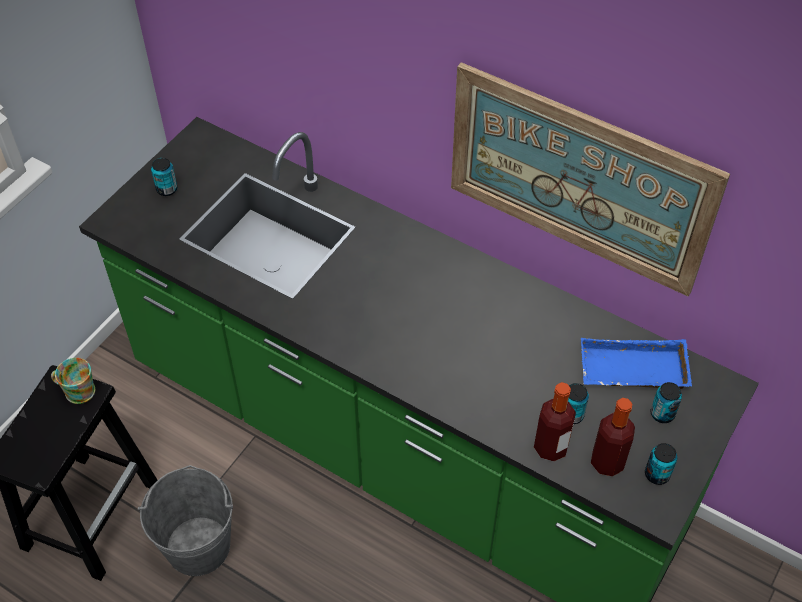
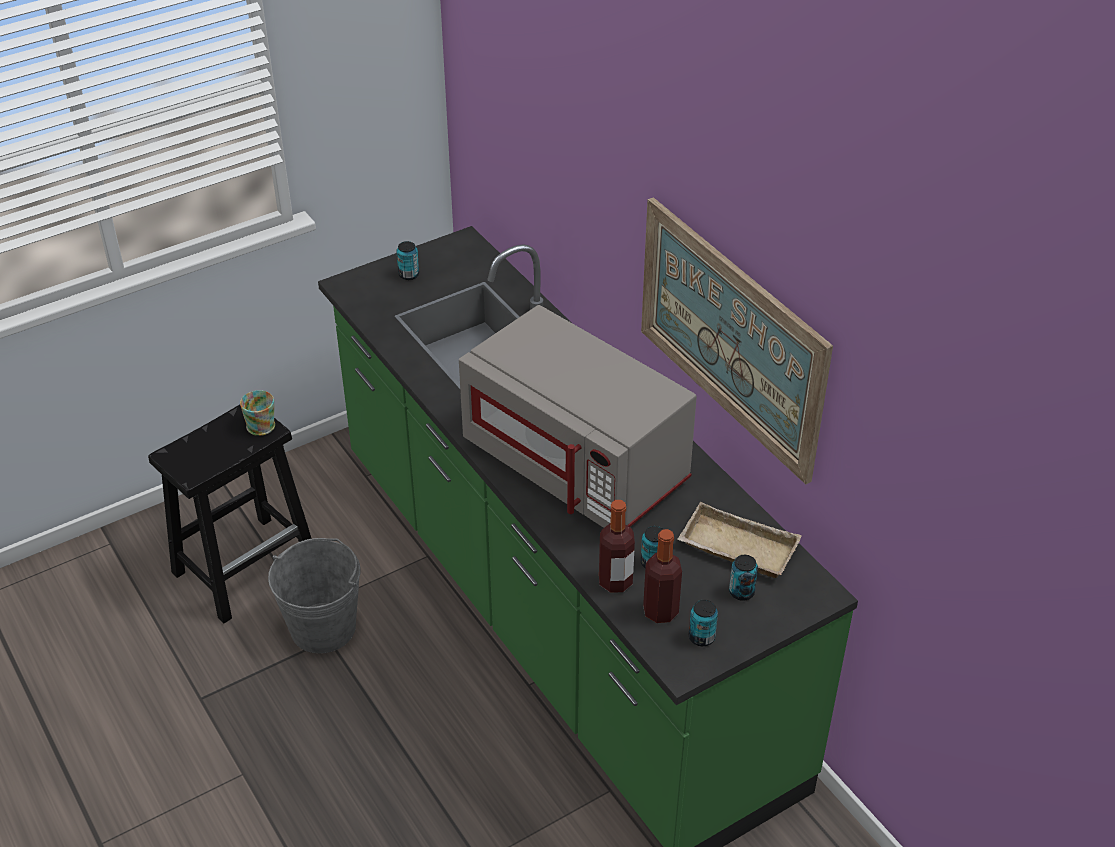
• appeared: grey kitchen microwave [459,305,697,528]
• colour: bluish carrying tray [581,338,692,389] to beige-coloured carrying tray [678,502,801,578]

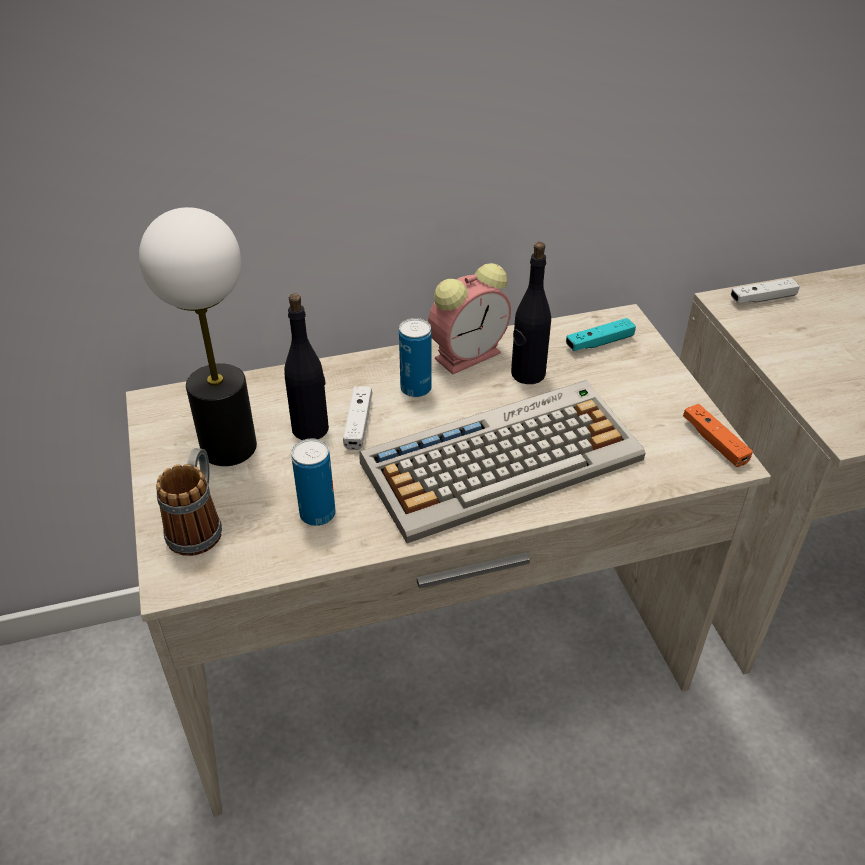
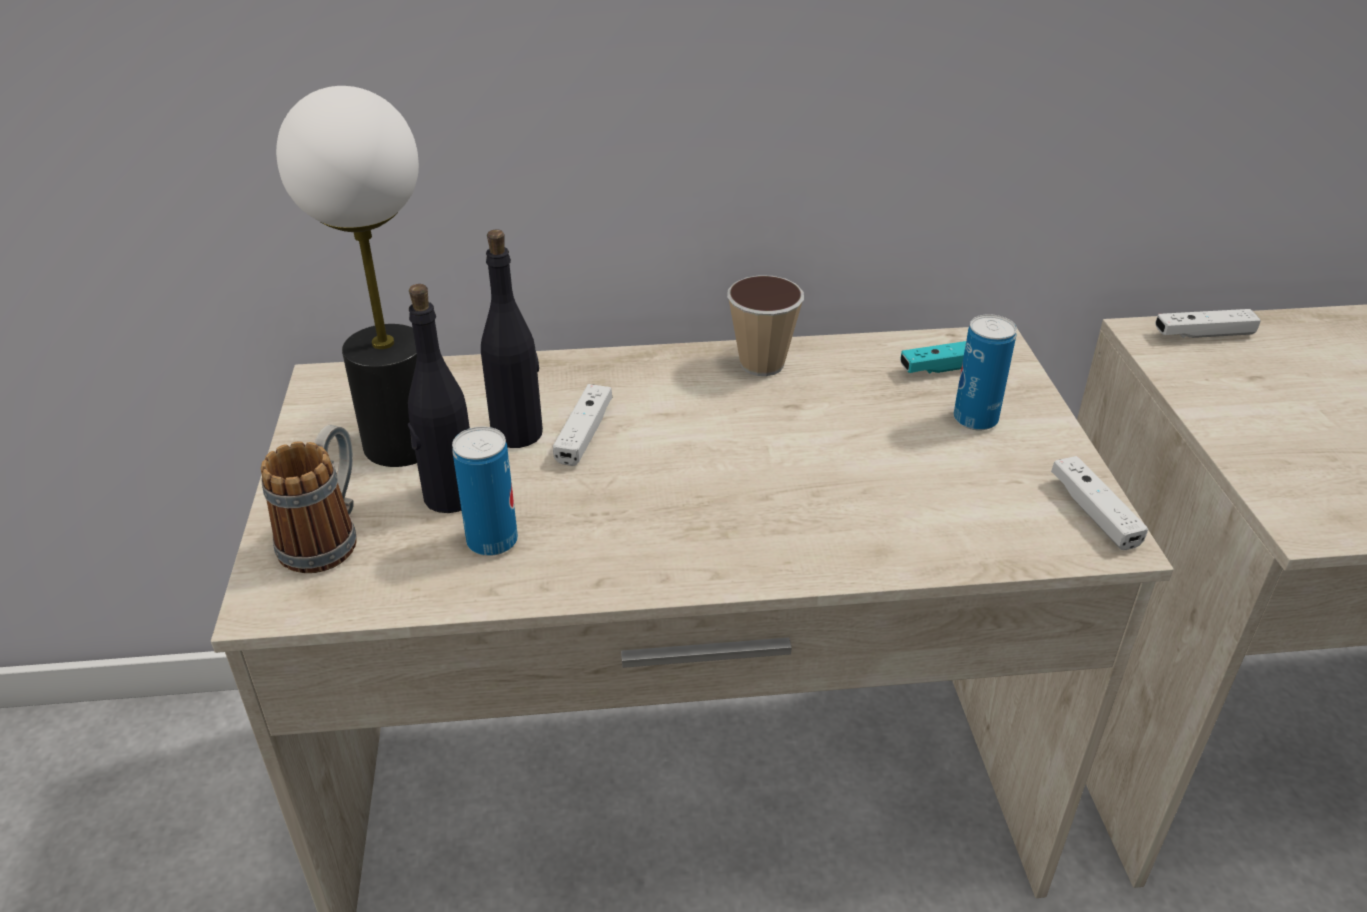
• missing: computer keyboard [359,380,646,543]
• relocated: metal can [399,318,432,397] to [953,314,1017,431]
• relocated: black beverage bottle [511,242,551,384] to [408,284,470,513]
• exchanged: table clock [428,263,511,375] to small cup [727,275,804,376]
• colour: orange game controller [683,404,753,467] to white game controller [1051,456,1148,550]

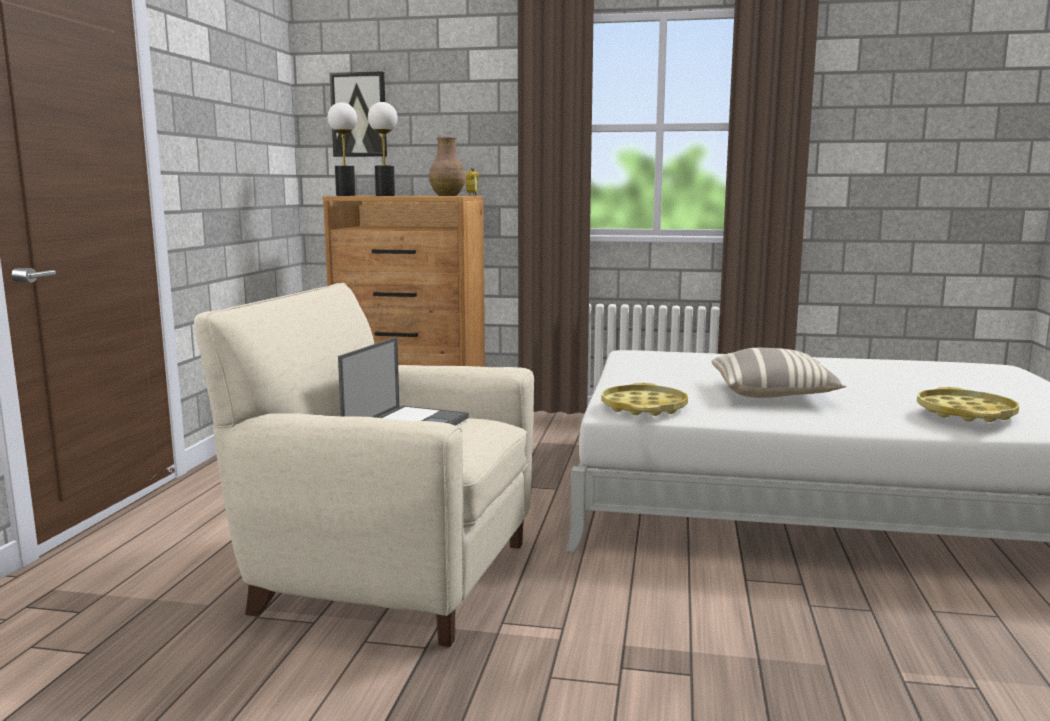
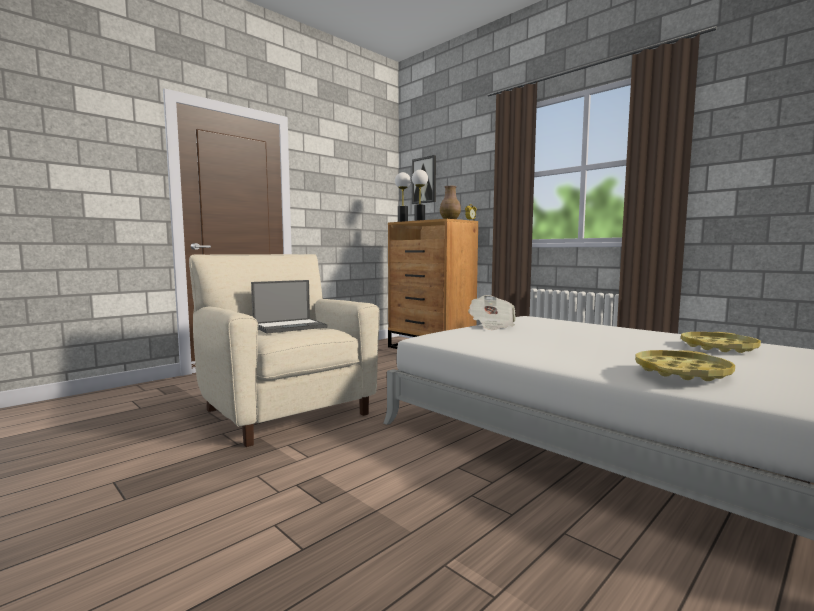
• missing: cushion [711,348,846,398]
• appeared: printed paper [468,295,516,330]
• relocated: yellowish carrying tray [601,383,688,416] to [681,332,761,353]

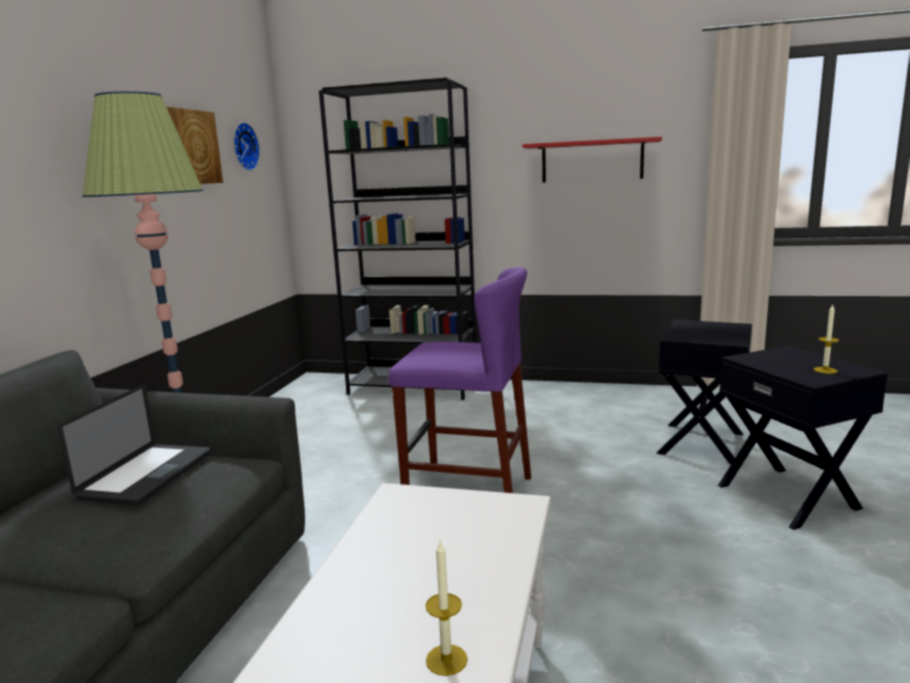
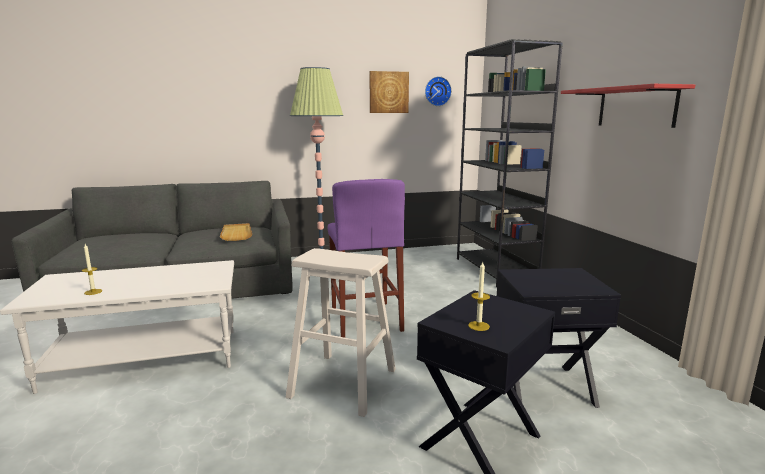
• appeared: beige-coloured sitting stool [285,248,396,417]
• exchanged: notebook computer [58,385,211,505] to beige-coloured carrying tray [220,223,252,241]

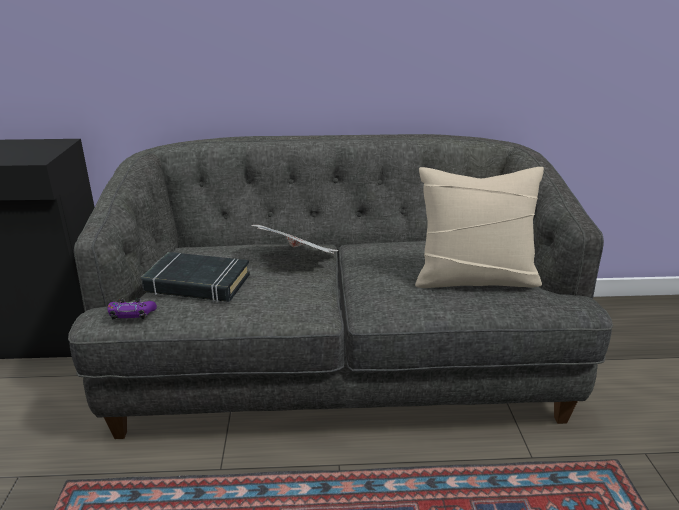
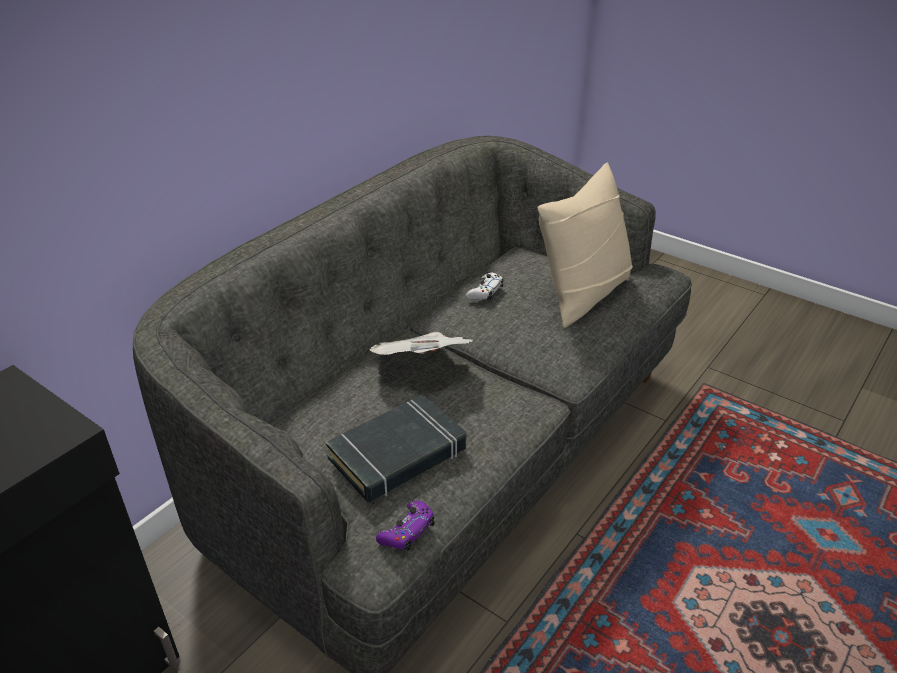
• appeared: white game controller [466,273,504,300]

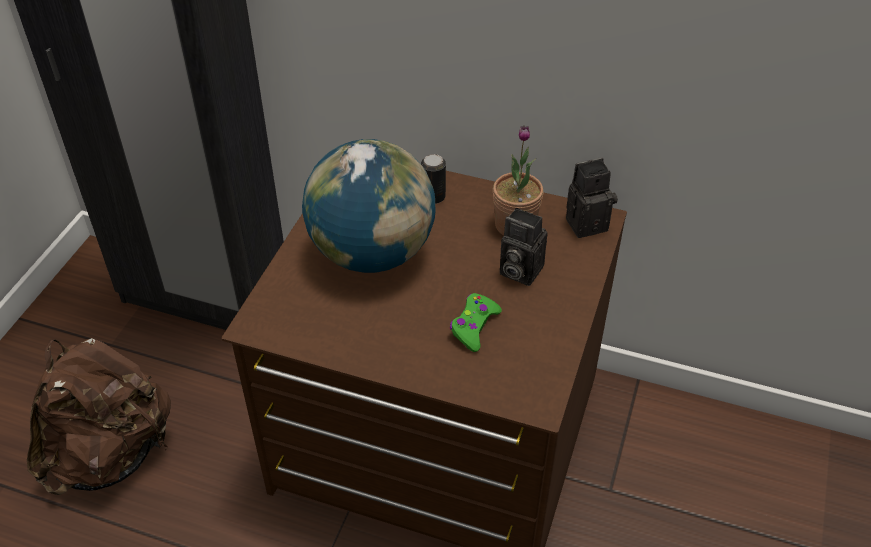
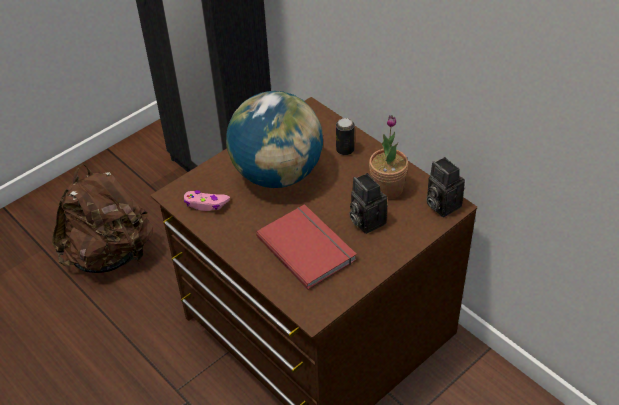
• appeared: pinkish game controller [184,190,230,211]
• exchanged: greenish game controller [450,293,502,352] to red-coloured bound book [256,204,357,289]
• spun: photo camera [566,157,618,238] = [426,157,465,217] 135 degrees counterclockwise

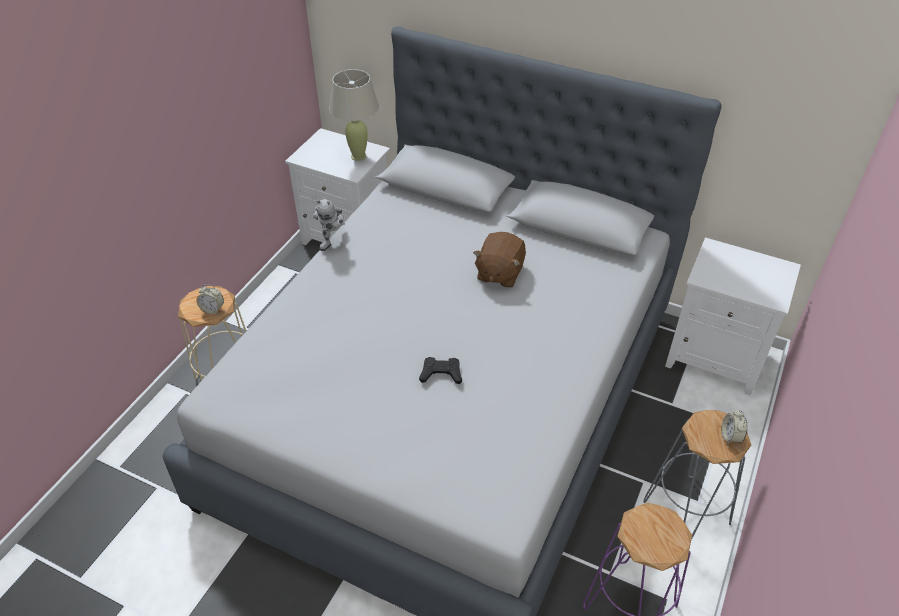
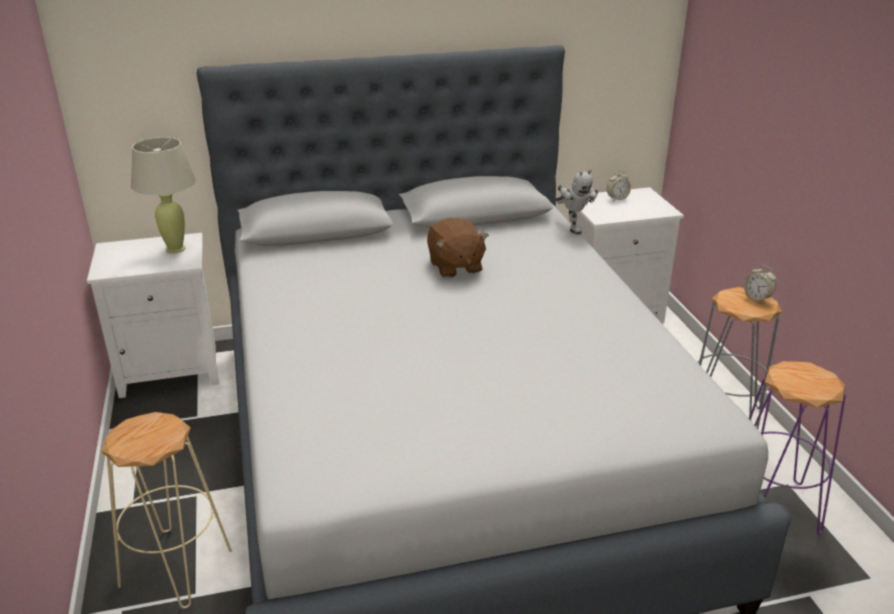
• missing: black game controller [419,357,462,384]
• relocated: table clock [197,284,224,314] to [607,170,631,200]
• relocated: toy robot [313,199,345,251] to [556,169,598,234]

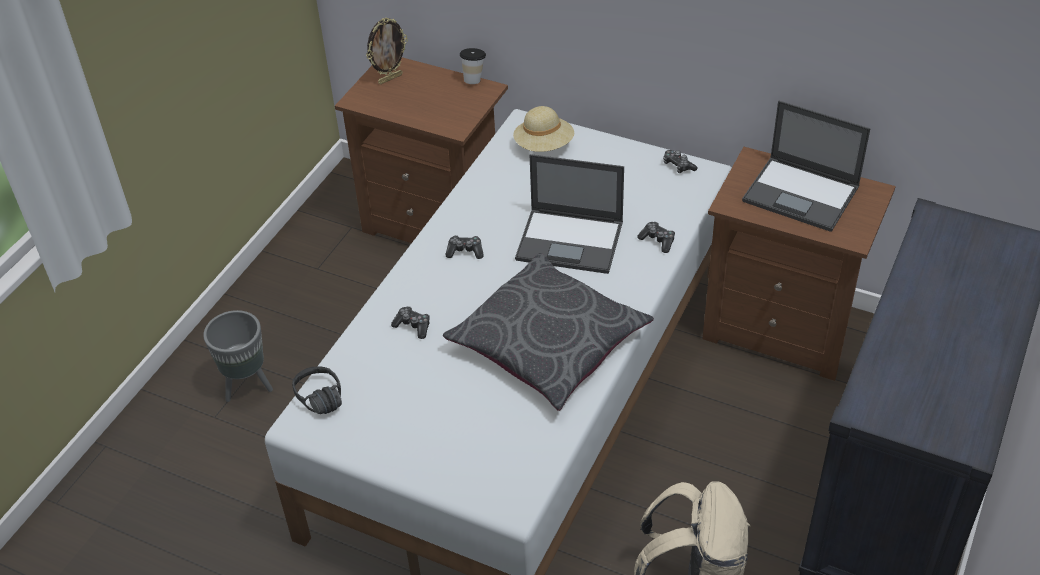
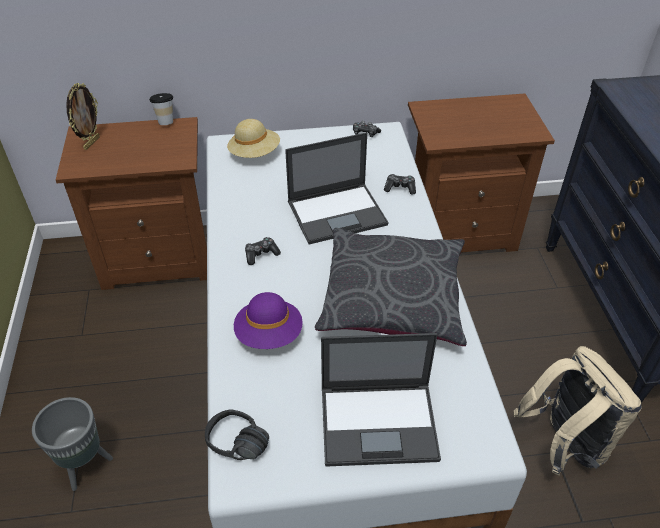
• relocated: notebook computer [742,101,870,232] to [321,333,441,467]
• exchanged: game controller [391,306,430,339] to purple hat [234,292,303,349]

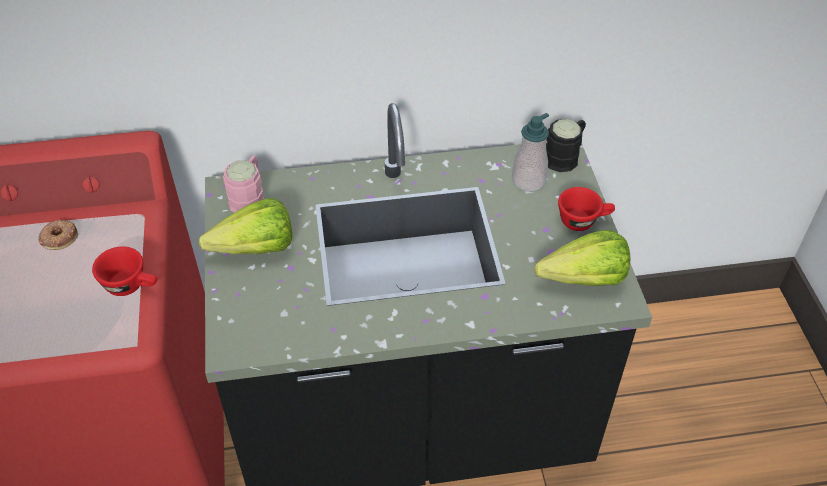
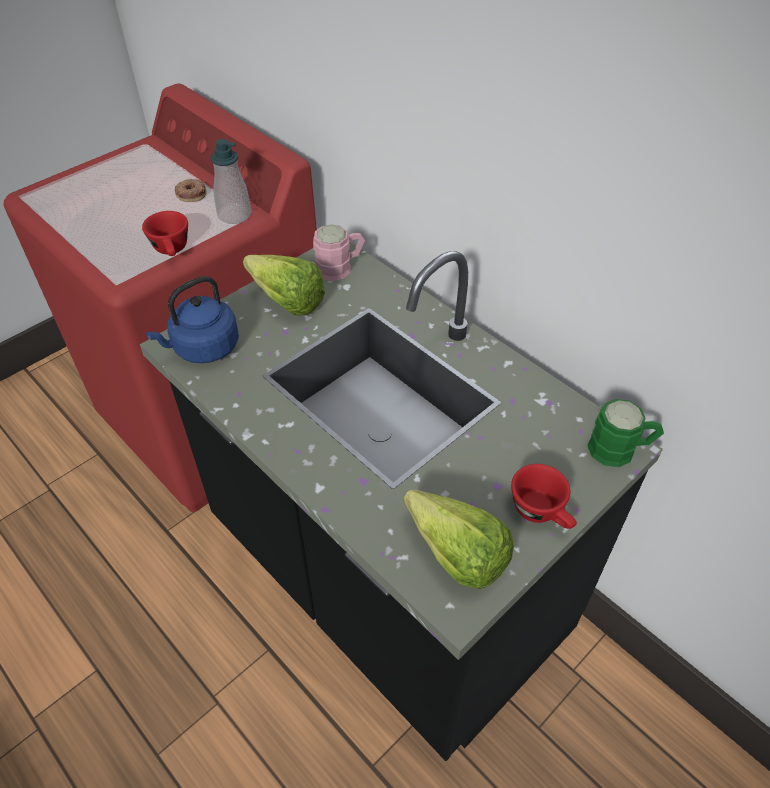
• appeared: bluish tea kettle [146,276,239,363]
• relocated: soap dispenser [512,113,549,191] to [210,139,252,224]
• colour: black tea mug [546,119,586,172] to greenish tea mug [587,399,664,467]

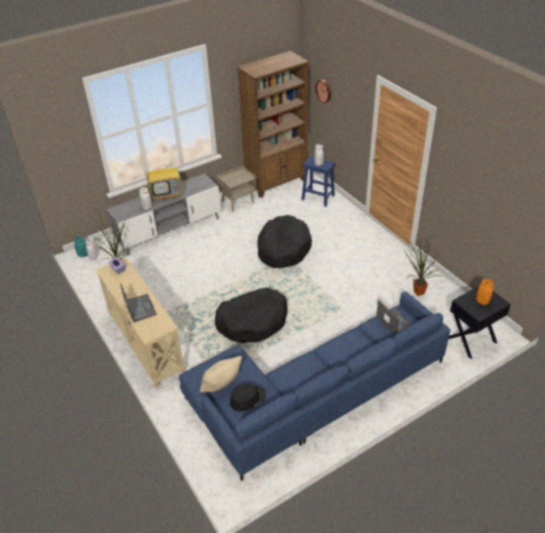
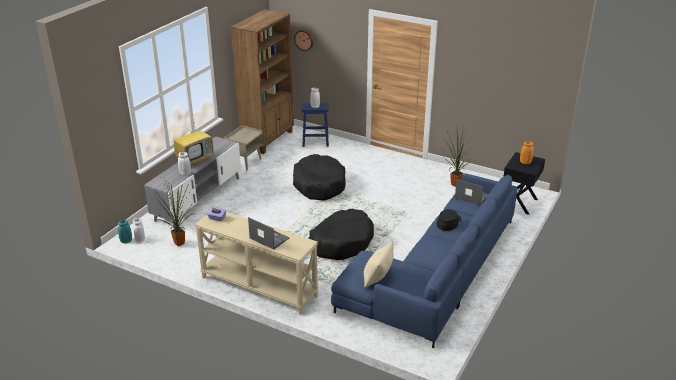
• relocated: black hat [230,383,266,411] to [437,209,461,231]

